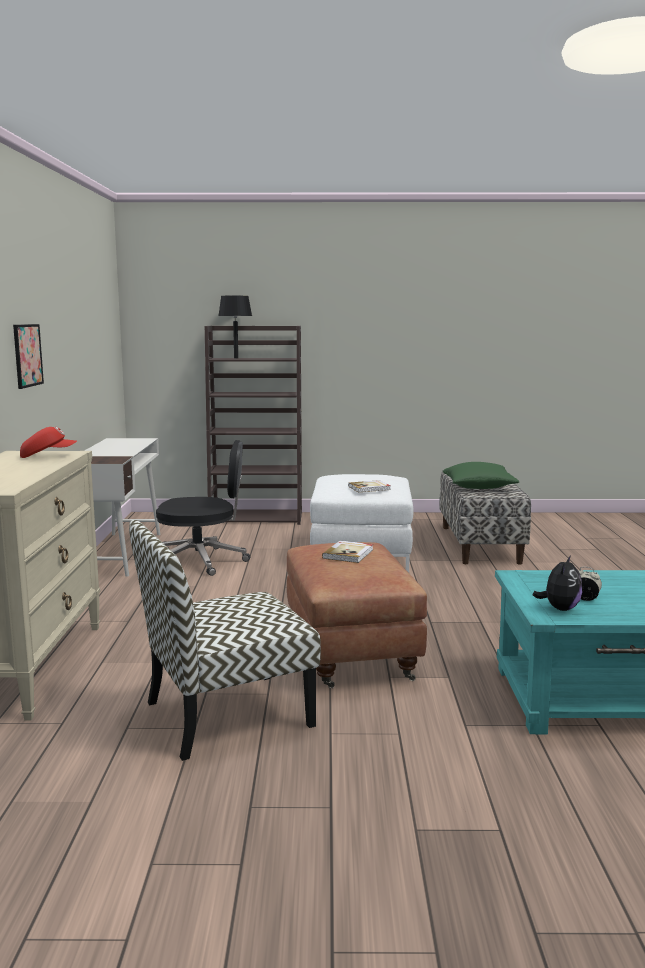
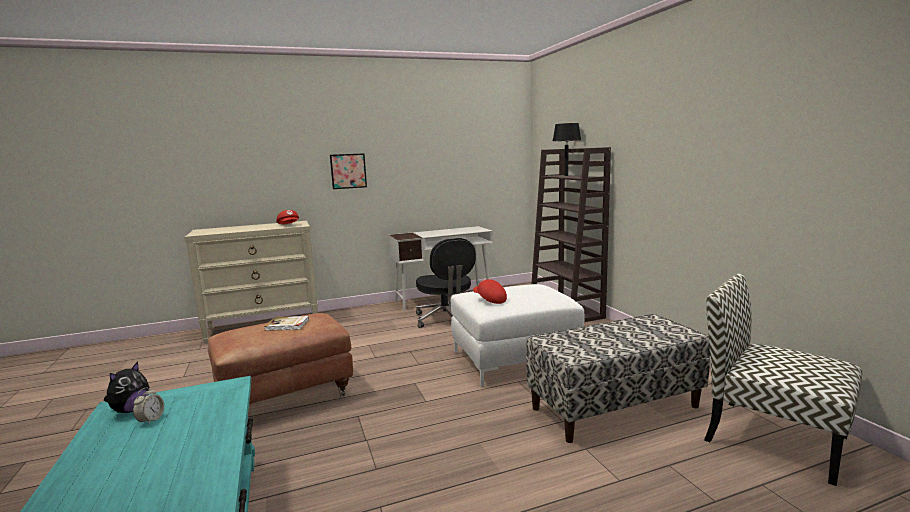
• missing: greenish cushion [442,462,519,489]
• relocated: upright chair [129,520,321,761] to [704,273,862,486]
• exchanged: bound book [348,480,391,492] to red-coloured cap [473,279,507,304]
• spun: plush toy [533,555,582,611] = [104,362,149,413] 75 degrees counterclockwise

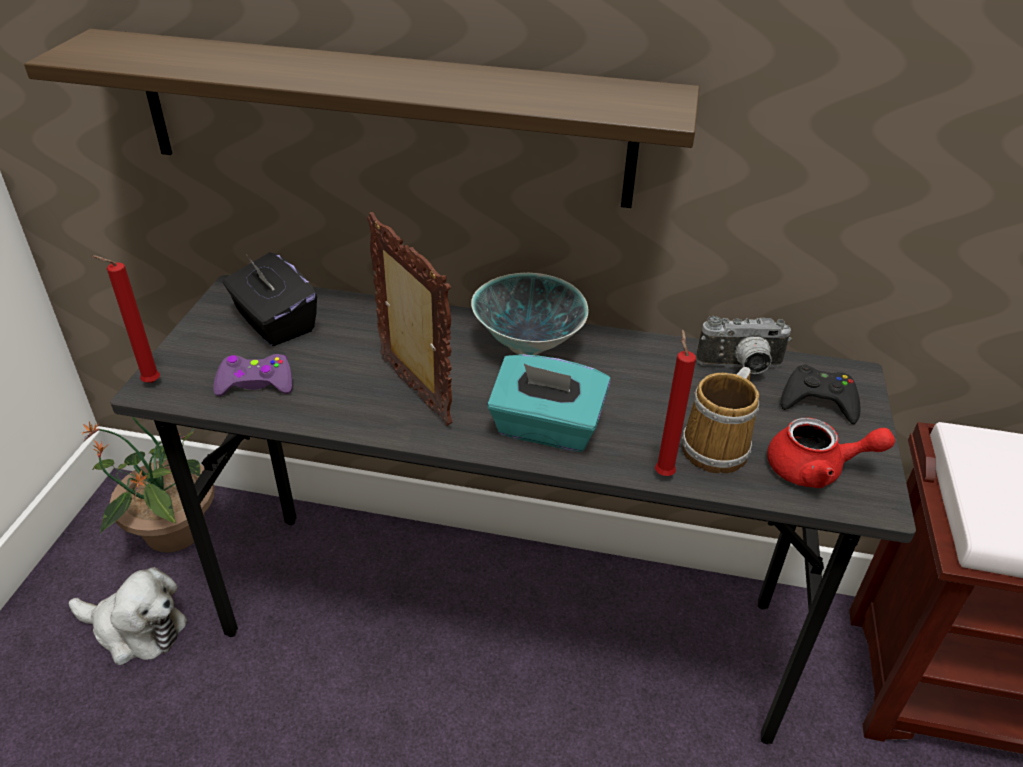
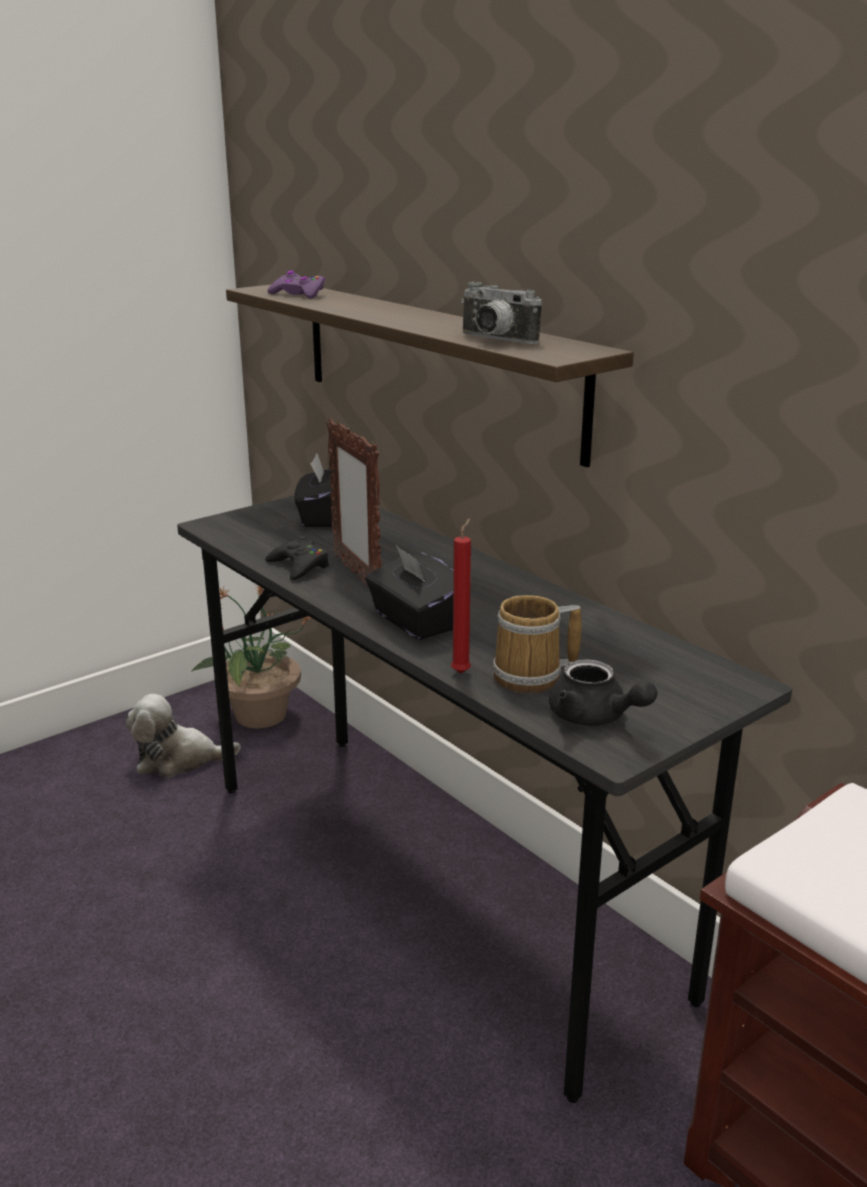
• missing: red-coloured wax candle [92,255,160,383]
• missing: deep dish [471,273,588,355]
• relocated: purple game controller [213,354,293,396] to [268,271,325,299]
• relocated: photo camera [696,316,792,374] to [461,282,542,344]
• relocated: black game controller [781,365,860,424] to [265,536,329,580]
• colour: turquoise tissue holder [487,354,611,452] to black tissue holder [365,545,454,640]
• colour: red-coloured tea pot [767,418,895,488] to black tea pot [549,659,657,726]
• spun: plush toy [69,567,187,665] = [126,694,241,778] 120 degrees clockwise
• spun: photo frame [367,212,452,426] = [327,418,381,586] 150 degrees clockwise

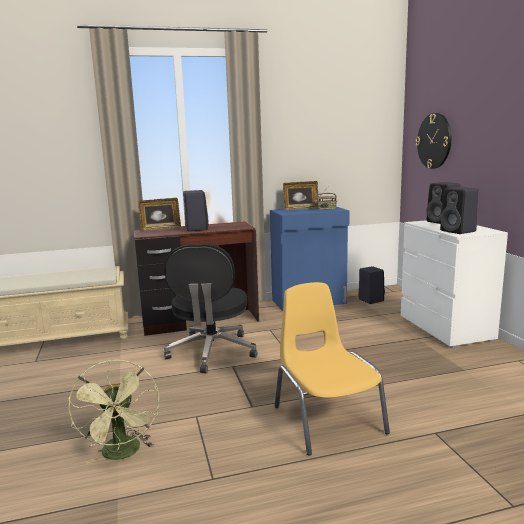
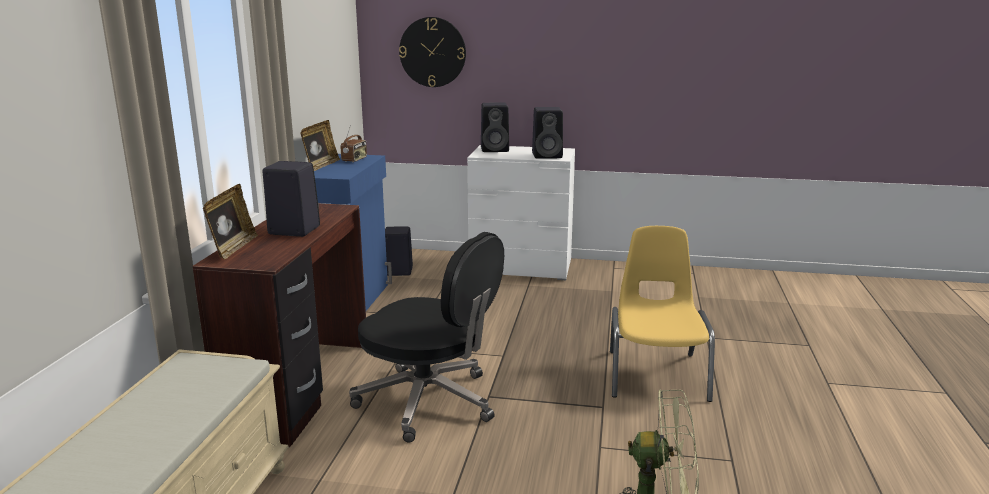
• spun: yellowish upright chair [275,282,390,456] = [610,226,715,402] 90 degrees clockwise

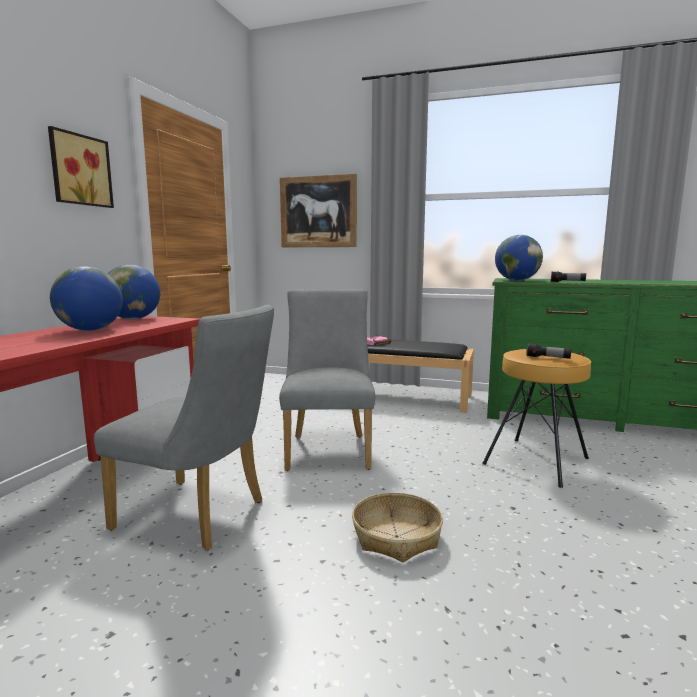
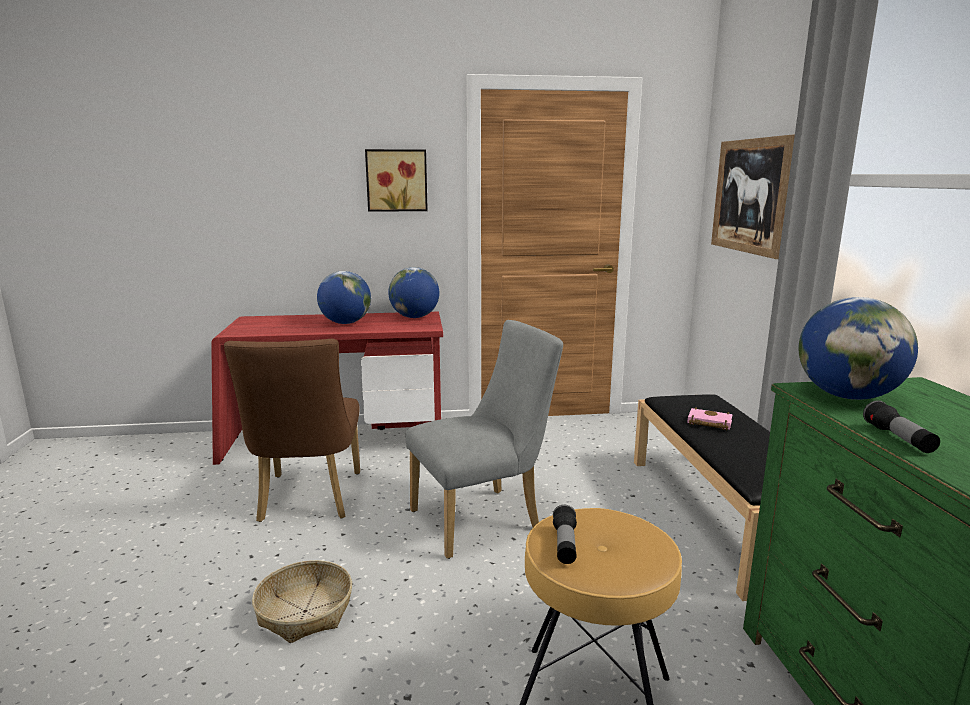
• colour: grey upright chair [94,305,274,551] to brown-coloured upright chair [224,339,360,522]

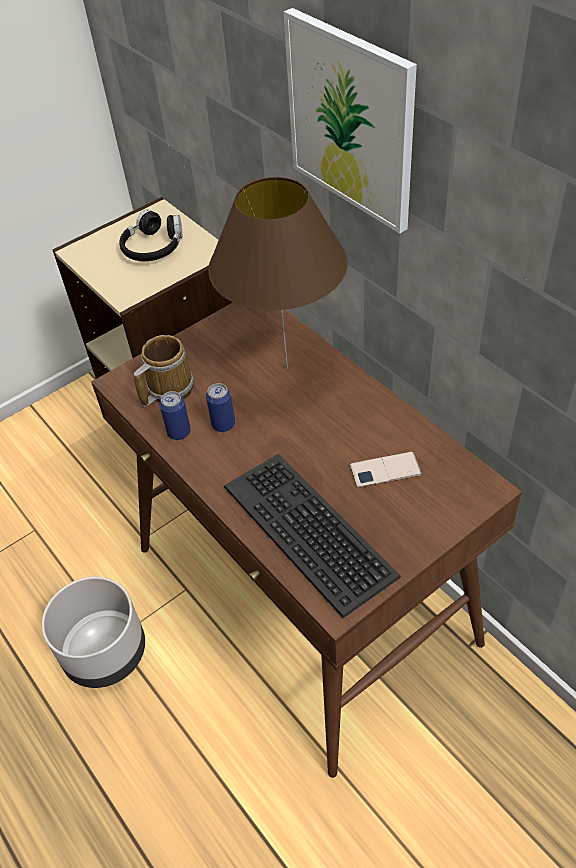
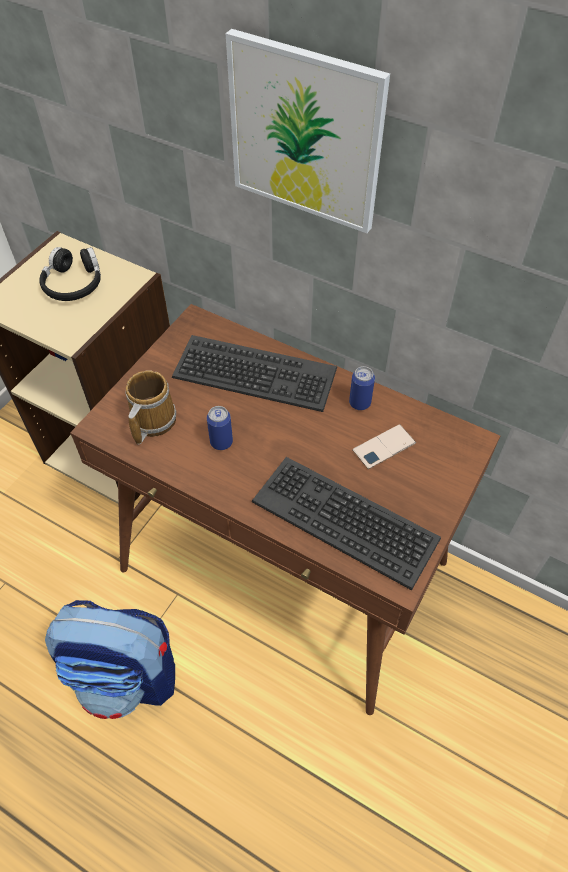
• relocated: metal can [160,391,191,440] to [349,366,375,410]
• exchanged: grey planter [42,576,145,688] to backpack [45,600,175,719]
• exchanged: brown-coloured tabletop lamp [208,177,348,369] to computer keyboard [172,335,337,412]

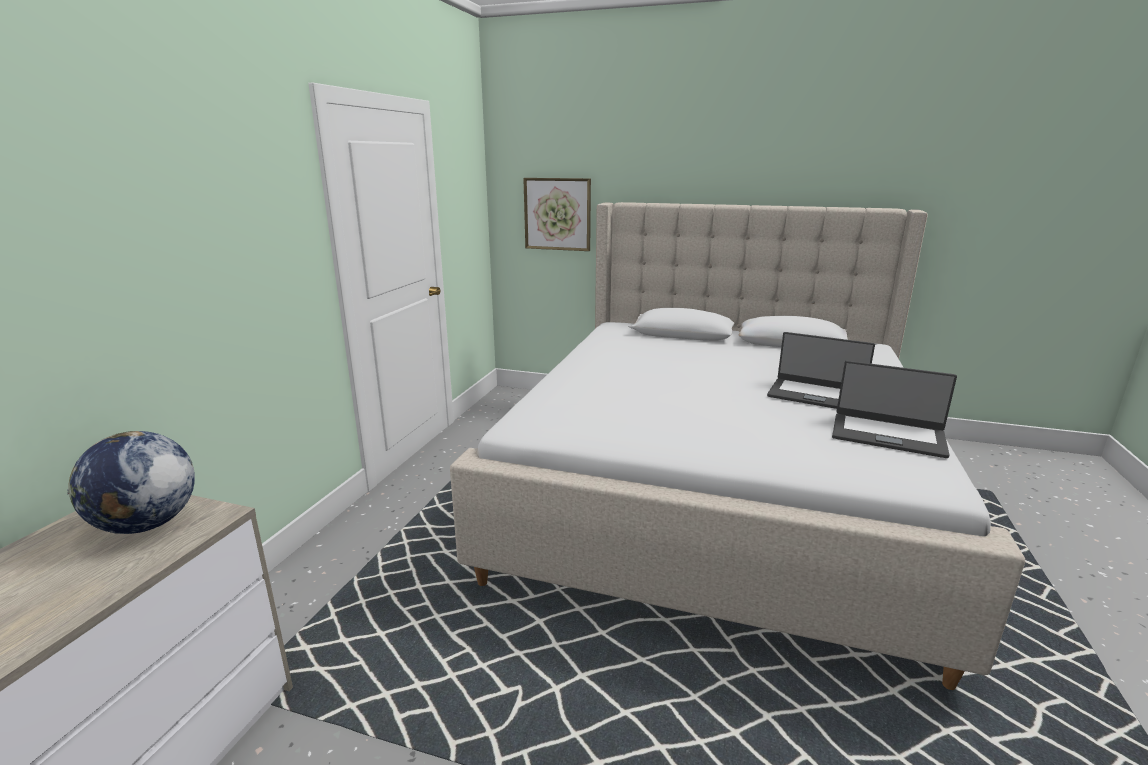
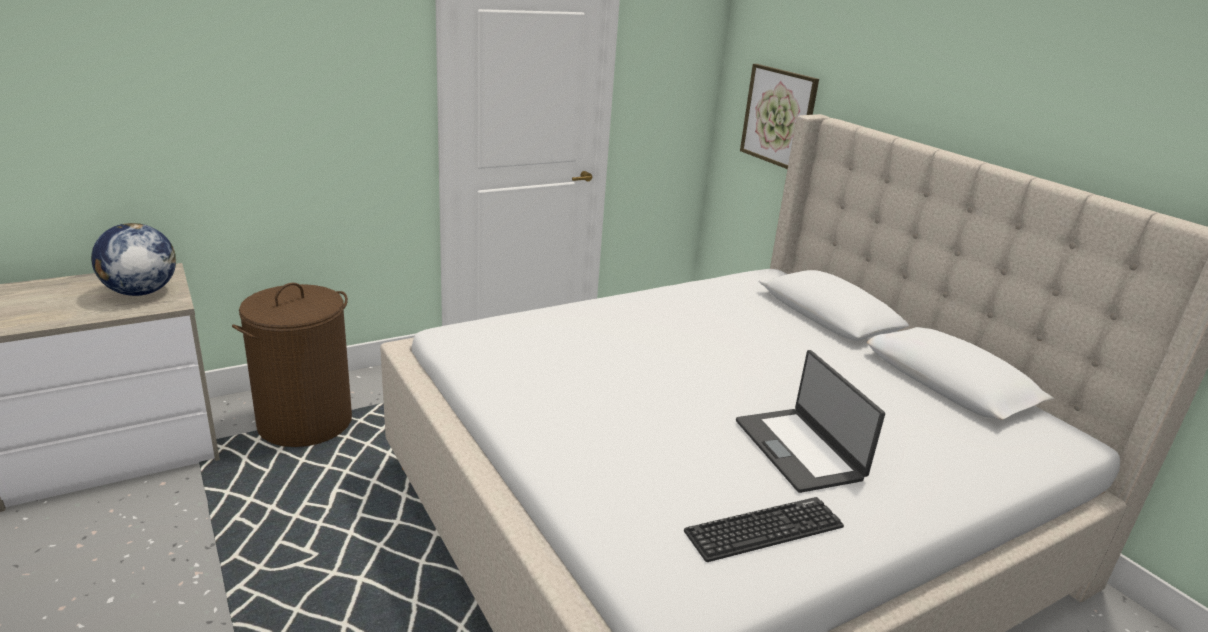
• appeared: brown-coloured hamper [232,283,352,447]
• exchanged: notebook computer [832,361,957,458] to computer keyboard [684,497,844,562]

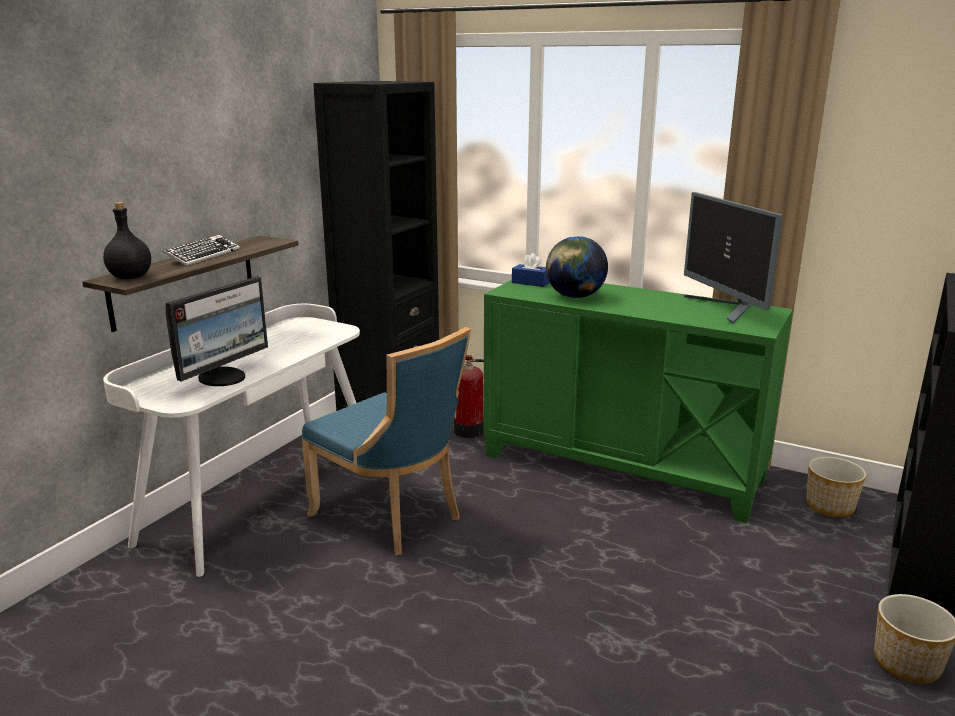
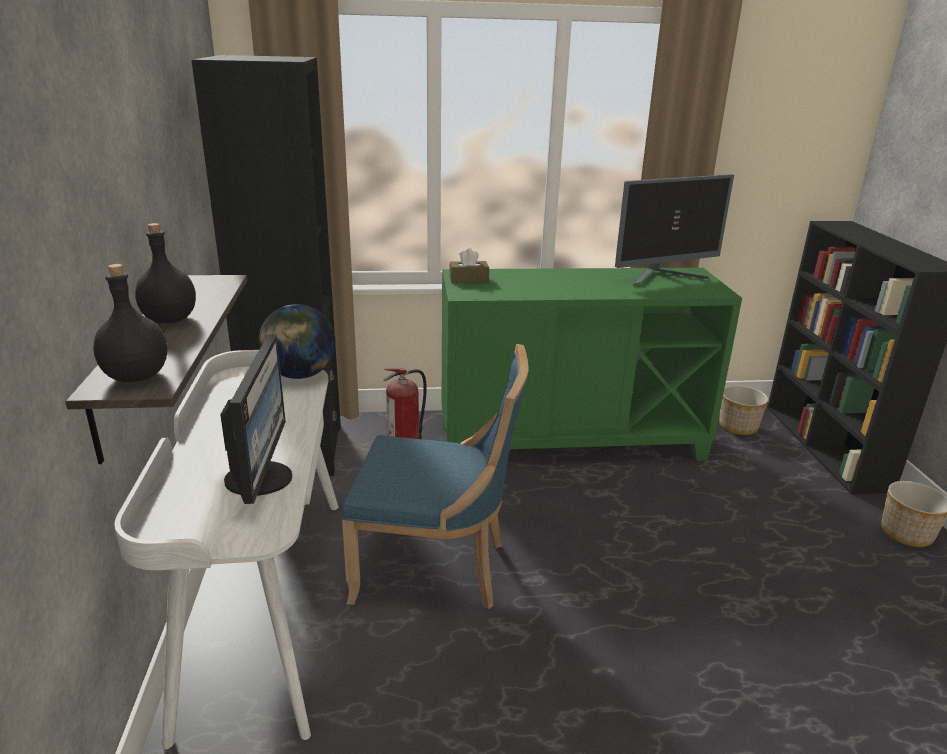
• relocated: globe [546,236,608,298] to [259,304,336,379]
• exchanged: computer keyboard [163,235,240,266] to black beverage bottle [135,223,196,323]
• colour: bluish tissue holder [512,253,550,287] to brown-coloured tissue holder [449,248,489,283]
• spun: computer screen [684,192,783,324] = [615,174,734,286] 60 degrees counterclockwise

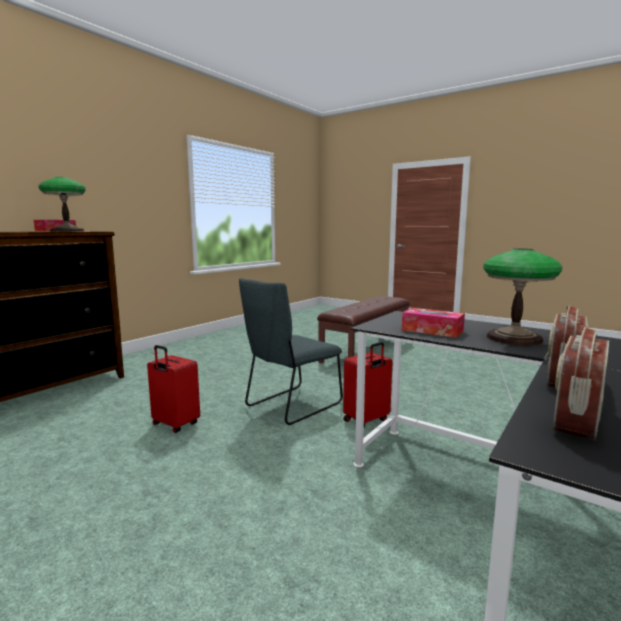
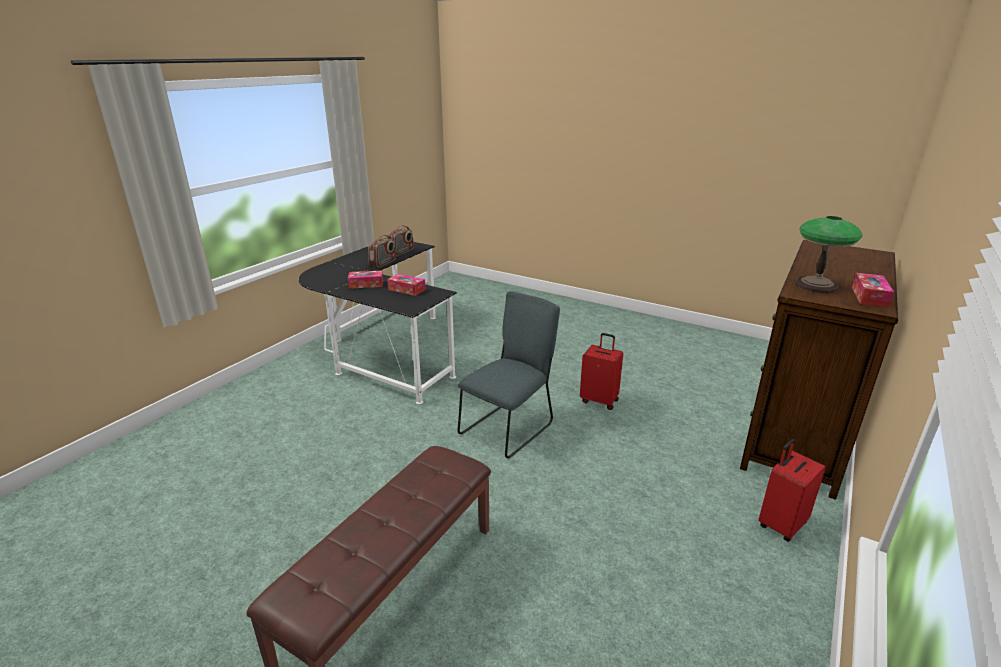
• relocated: red-coloured piece of luggage [343,342,393,428] to [758,439,826,542]
• exchanged: tabletop lamp [483,249,562,346] to tissue holder [348,271,383,289]

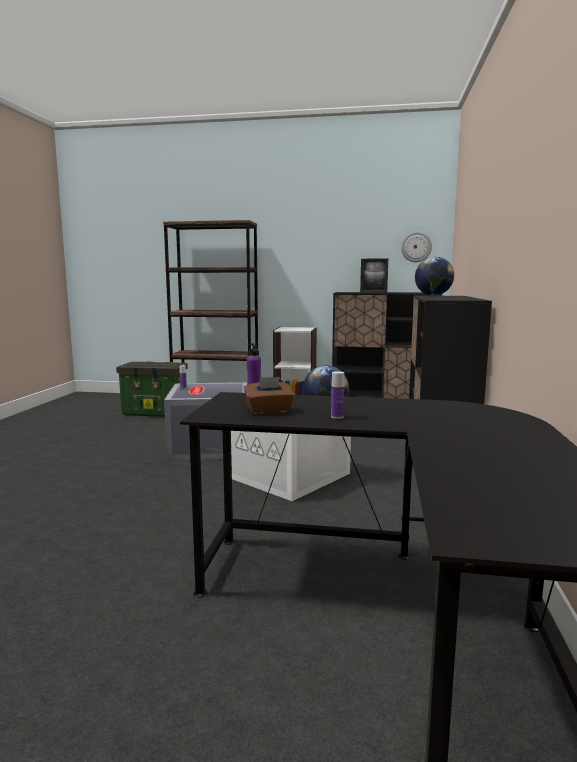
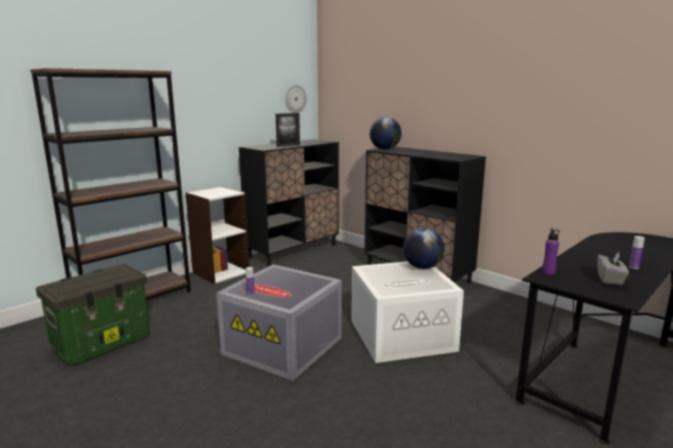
• colour: brown-coloured tissue holder [244,377,295,415] to grey tissue holder [597,252,629,285]

